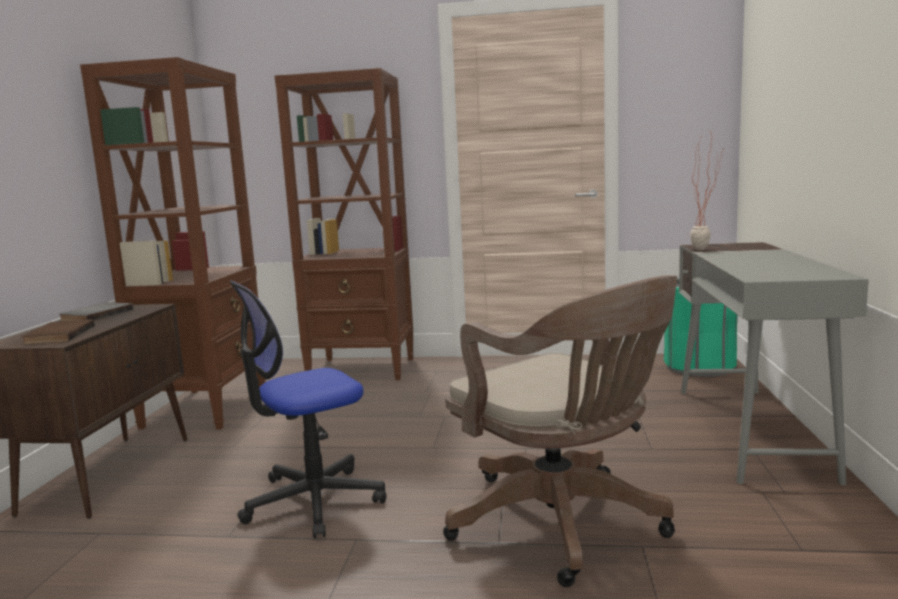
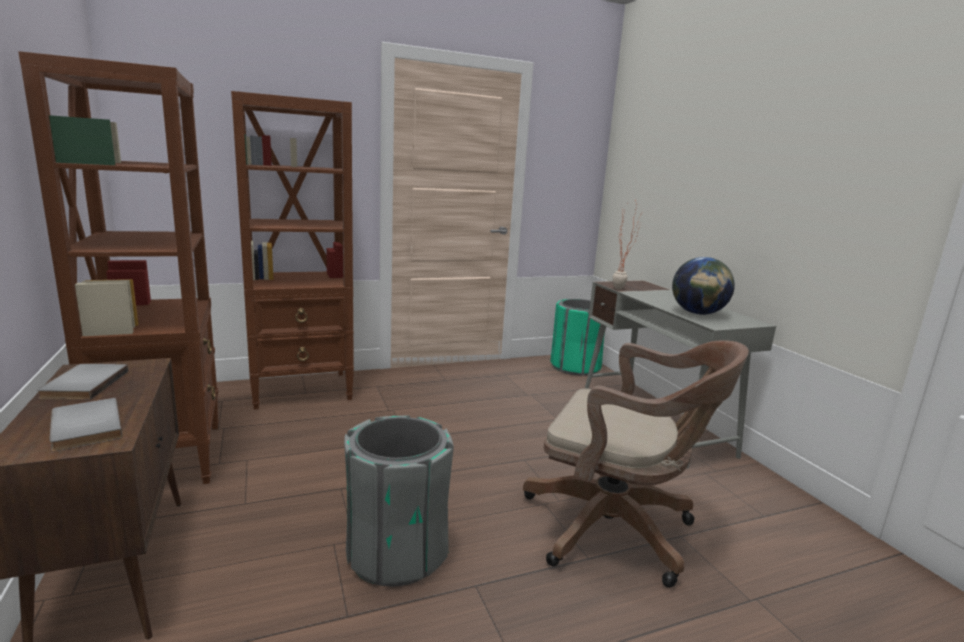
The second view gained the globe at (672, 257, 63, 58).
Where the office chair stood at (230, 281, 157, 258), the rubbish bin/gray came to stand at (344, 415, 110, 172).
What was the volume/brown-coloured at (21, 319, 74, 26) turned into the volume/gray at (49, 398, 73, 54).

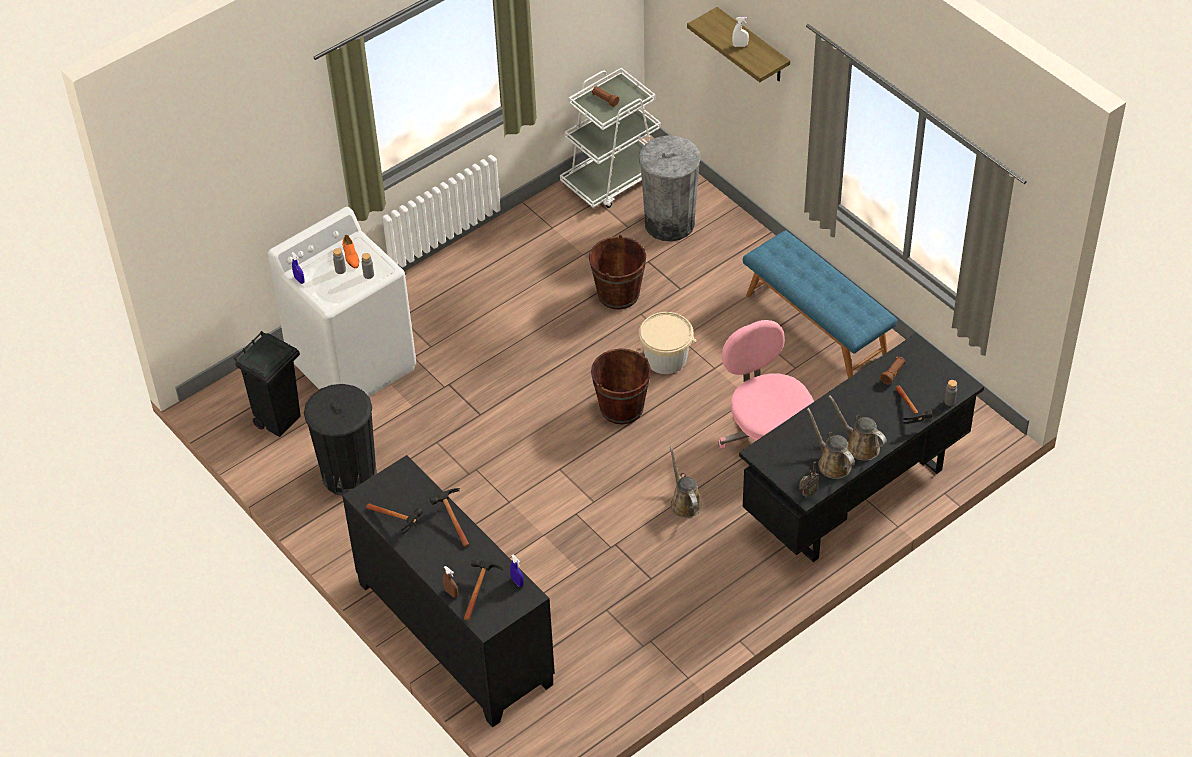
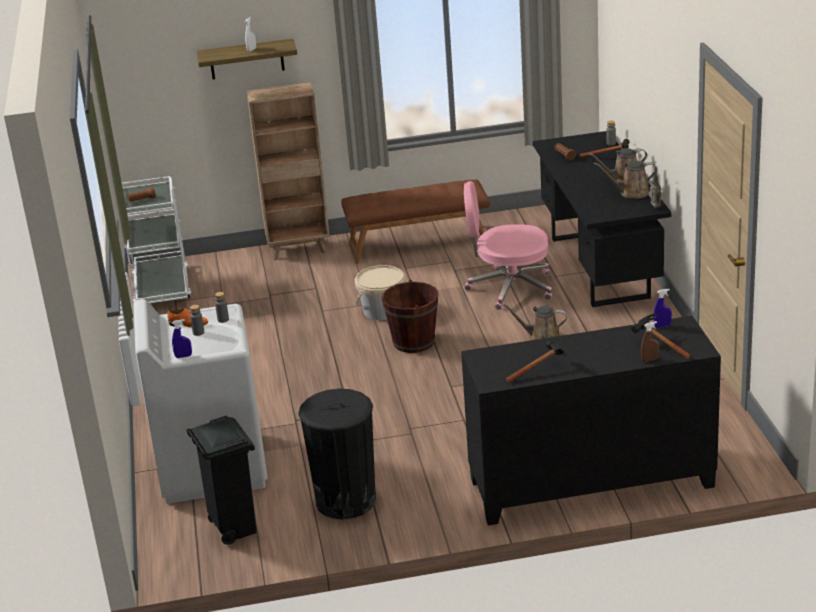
The second view lost the hammer at (430, 488, 39, 59).
The second view lost the pail/brown-coloured at (589, 235, 57, 74).
The second view lost the rubbish bin/gray at (639, 135, 62, 107).
The second view gained the bookcase/brown-coloured at (246, 82, 84, 179).
What was the long seat/blue at (743, 230, 154, 149) turned into the long seat/brown-coloured at (341, 179, 149, 85).

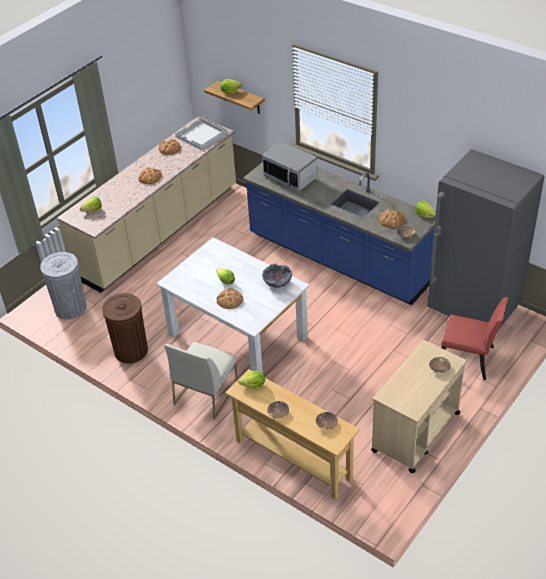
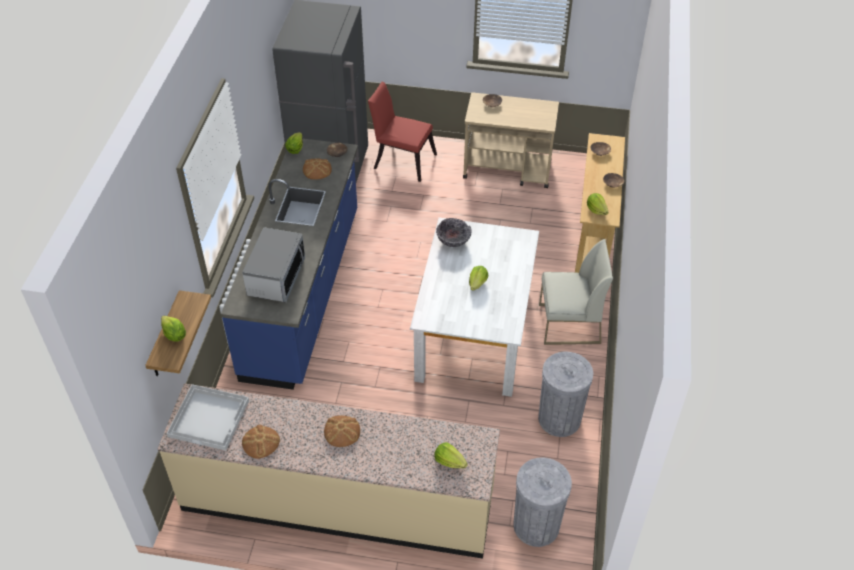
The second view lost the bread at (216, 287, 27, 22).
What was the rubbish bin/brown-coloured at (102, 293, 46, 71) turned into the rubbish bin/gray at (538, 352, 55, 85).
The upright chair/red at (441, 297, 67, 83) ended up facing another way, 60 degrees counterclockwise from before.

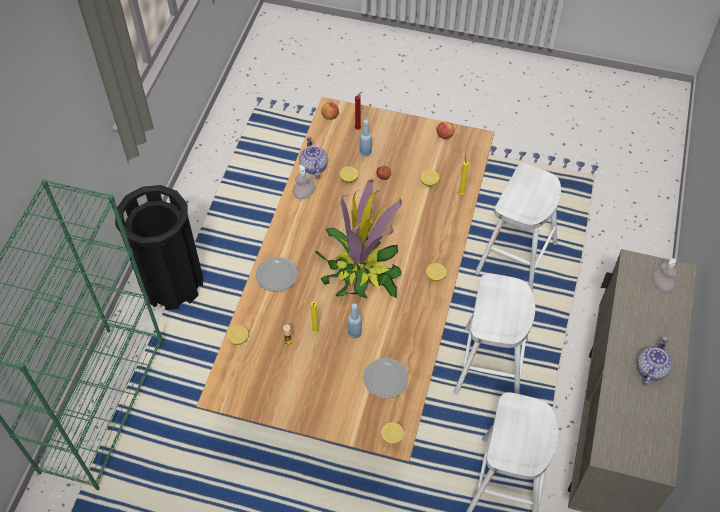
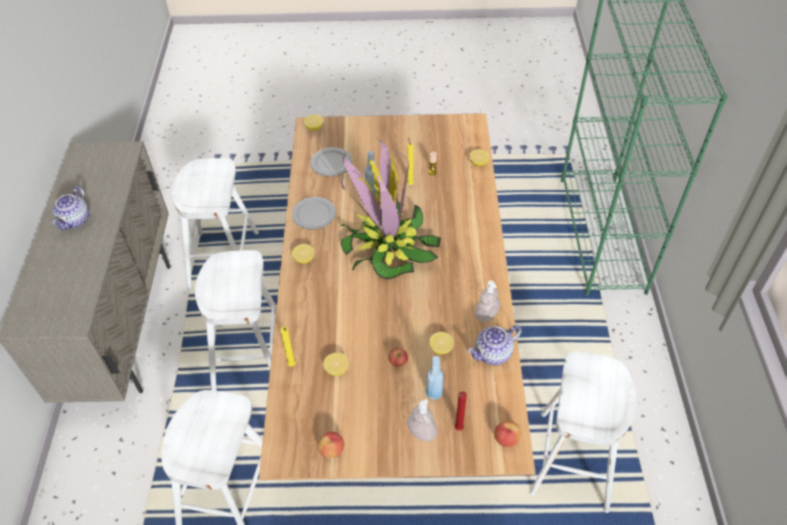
The second view lost the rubbish bin/blackish at (115, 185, 88, 125).
The second view gained the sitting stool/white-coloured at (529, 351, 107, 162).
The flat dish ended up elsewhere, having gone from (256, 257, 42, 35) to (292, 197, 44, 33).
The soap dispenser ended up elsewhere, having gone from (652, 258, 25, 34) to (407, 399, 31, 42).
The tea pot at (299, 136, 29, 42) ended up facing another way, 90 degrees clockwise from before.

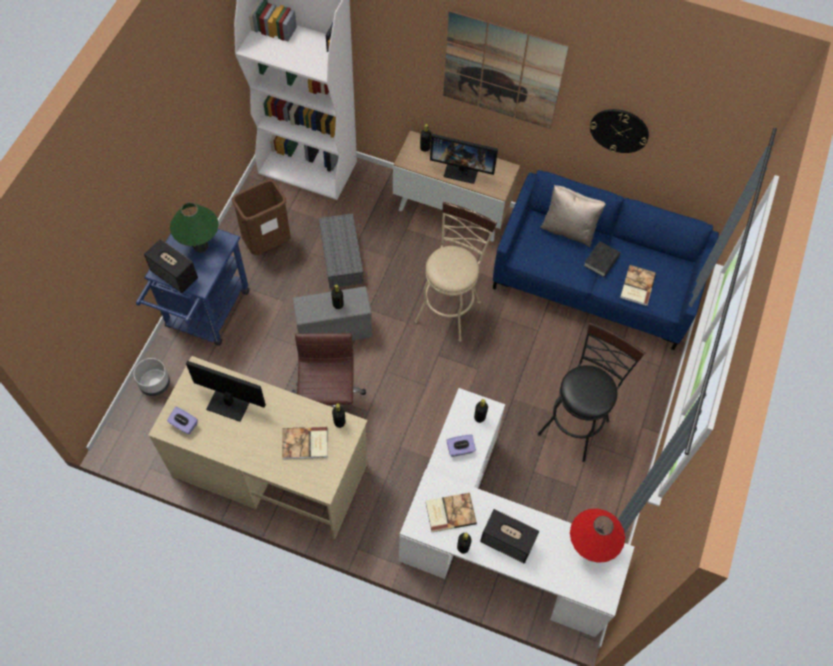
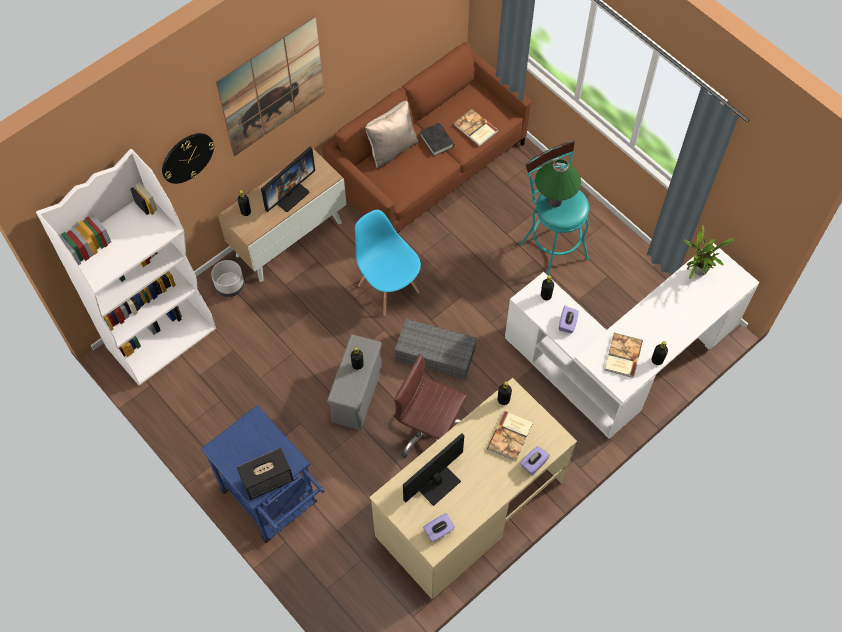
The second view lost the rubbish bin/brown-coloured at (232, 180, 59, 75).
The second view lost the speaker at (480, 509, 59, 55).
The second view gained the tissue holder/purplish at (520, 446, 30, 29).
The plant pot/gray ended up elsewhere, having gone from (133, 358, 37, 38) to (211, 260, 34, 37).
The lamp for a table/greenish ended up elsewhere, having gone from (170, 202, 49, 51) to (535, 159, 46, 48).
The storage bin/gray ended up elsewhere, having gone from (319, 214, 45, 74) to (395, 319, 82, 61).
The hanging clock ended up elsewhere, having gone from (590, 109, 59, 44) to (162, 133, 53, 51).
Where the sitting stool/beige-coloured stood at (415, 201, 82, 141), the upright chair/blue came to stand at (355, 210, 66, 106).
Where the lamp for a table/red stood at (570, 508, 55, 55), the potted plant came to stand at (683, 225, 51, 54).
What was the sofa/blue at (493, 170, 226, 180) turned into the sofa/brown-coloured at (322, 42, 209, 191).
What was the sitting stool/blackish at (538, 322, 107, 140) turned into the sitting stool/turquoise-coloured at (521, 140, 68, 135).

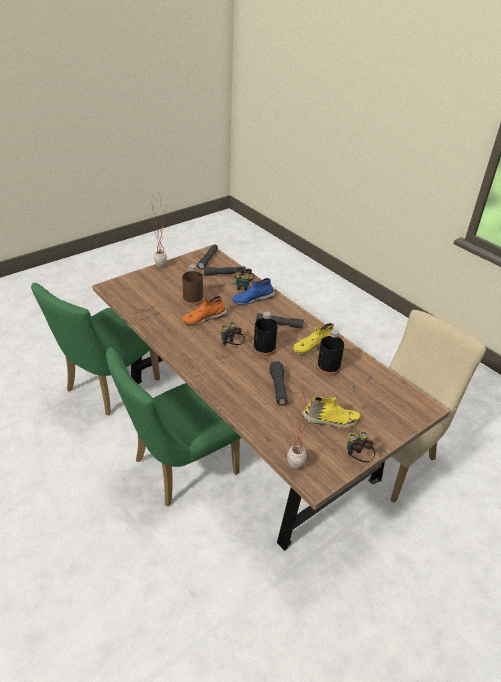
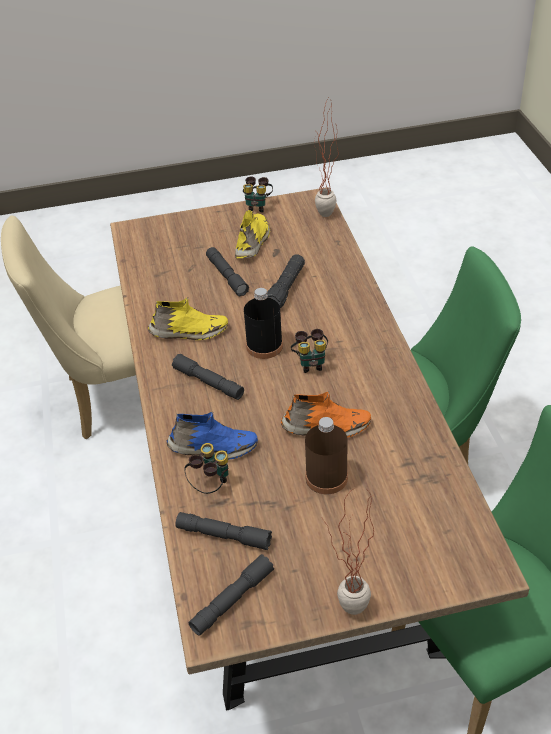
The second view lost the bottle/blackish at (317, 330, 27, 46).
The second view gained the torch/gray at (206, 247, 43, 49).
The item of footwear/yellow at (302, 396, 58, 32) ended up facing another way, 75 degrees clockwise from before.

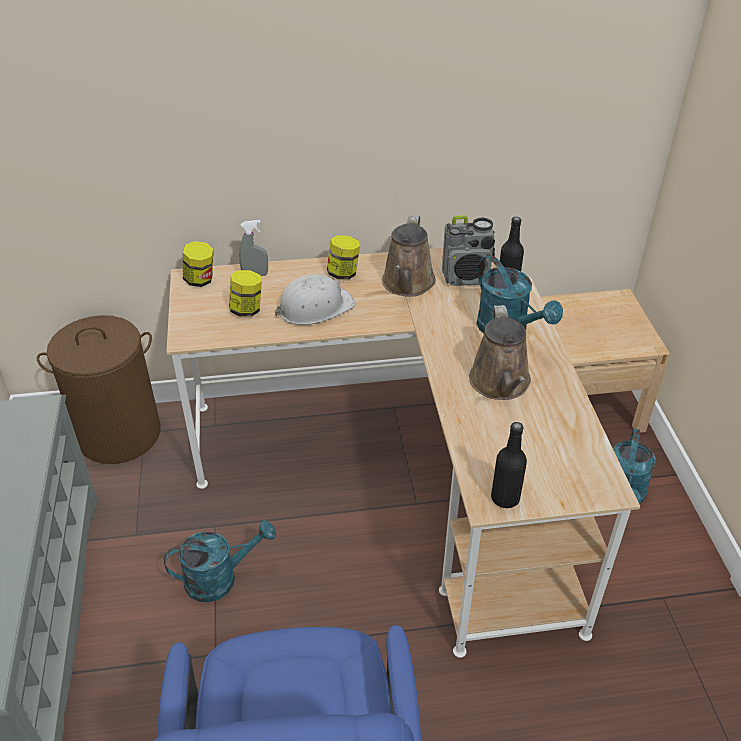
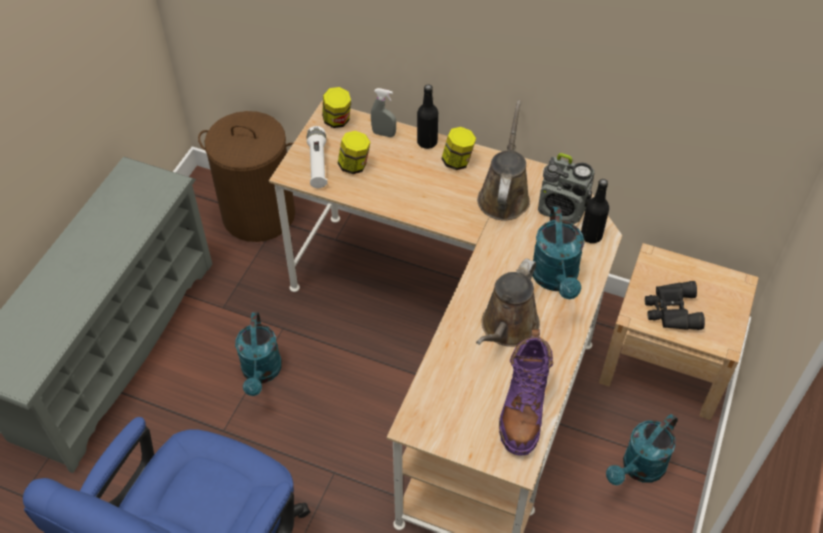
The second view lost the safety helmet/white-coloured at (275, 274, 80, 51).
The second view gained the torch/white-coloured at (307, 126, 21, 62).
The second view gained the high-top boot/purplish at (499, 329, 54, 127).
The second view gained the binoculars/blackish at (645, 281, 60, 49).
The bottle/blackish ended up elsewhere, having gone from (491, 422, 36, 86) to (417, 85, 21, 64).
The sprinkling can/turquoise-coloured at (164, 520, 112, 82) ended up facing another way, 75 degrees clockwise from before.
The sprinkling can/brown-coloured at (382, 215, 54, 82) ended up facing another way, 150 degrees clockwise from before.

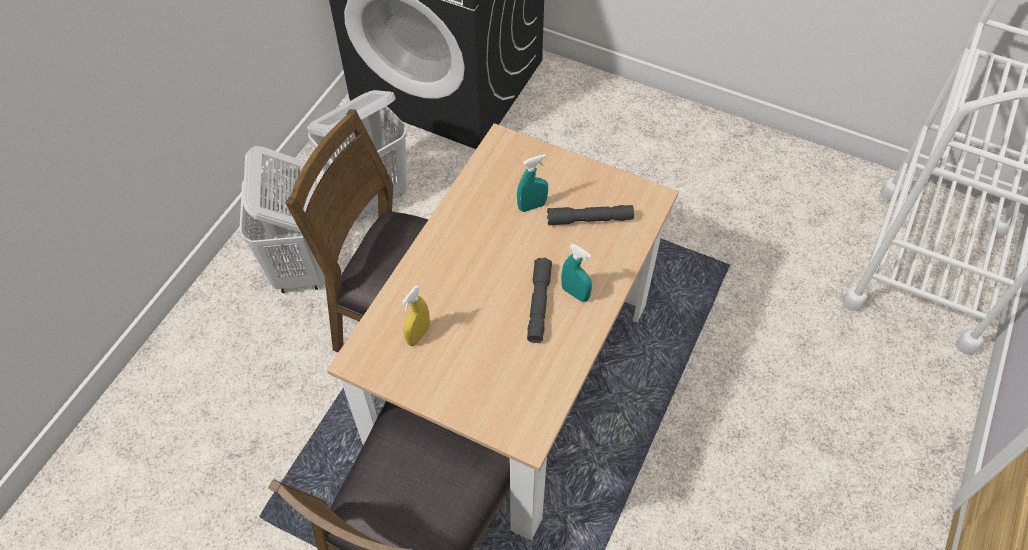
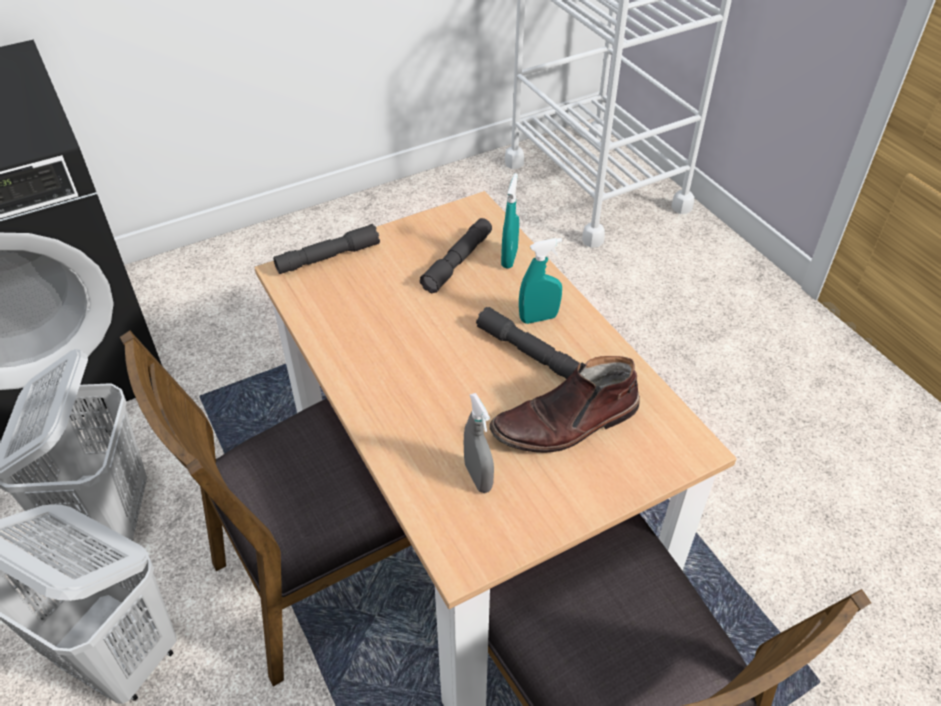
The second view gained the torch/gray at (273, 224, 107, 50).
The second view gained the high-top boot/brown-coloured at (489, 356, 151, 97).
The spray bottle/turquoise-coloured ended up elsewhere, having gone from (517, 154, 31, 58) to (501, 173, 18, 96).
What was the spray bottle/yellow at (402, 285, 28, 61) turned into the spray bottle/gray at (464, 393, 30, 100).

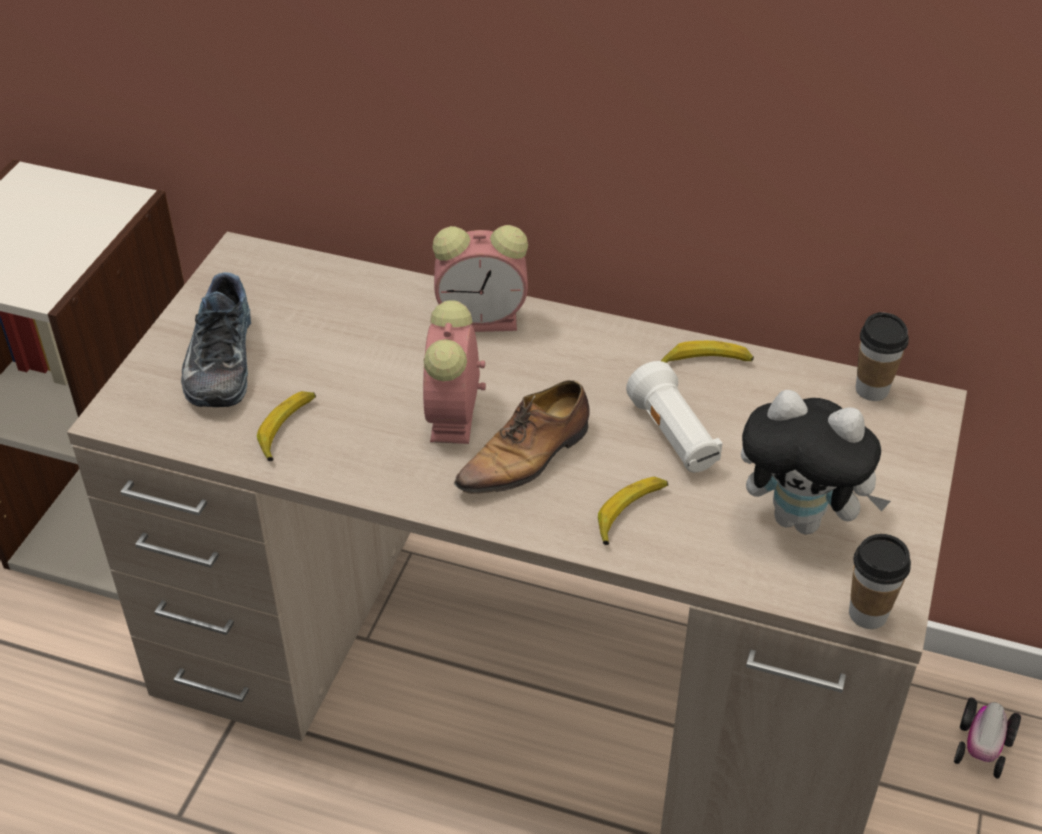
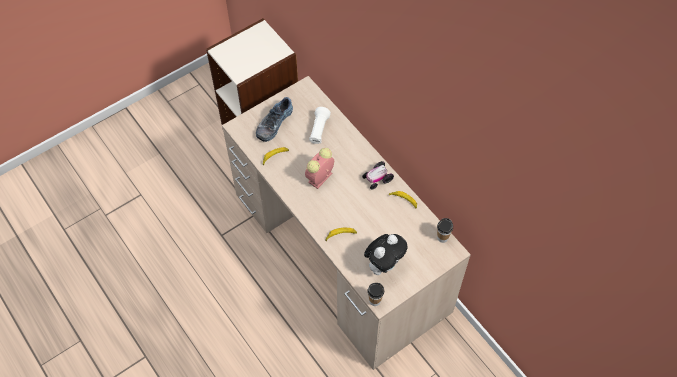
The second view lost the bedside clock at (432, 225, 96, 107).
The second view lost the item of footwear at (454, 380, 136, 122).
The torch/white-coloured ended up elsewhere, having gone from (626, 361, 97, 111) to (309, 107, 22, 37).
The toy car ended up elsewhere, having gone from (954, 697, 67, 82) to (362, 161, 32, 29).
The cuddly toy at (741, 390, 150, 144) ended up facing another way, 105 degrees counterclockwise from before.

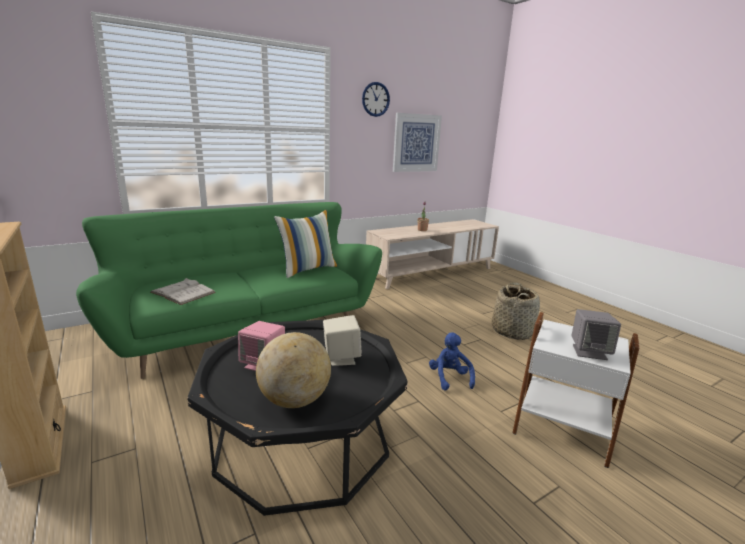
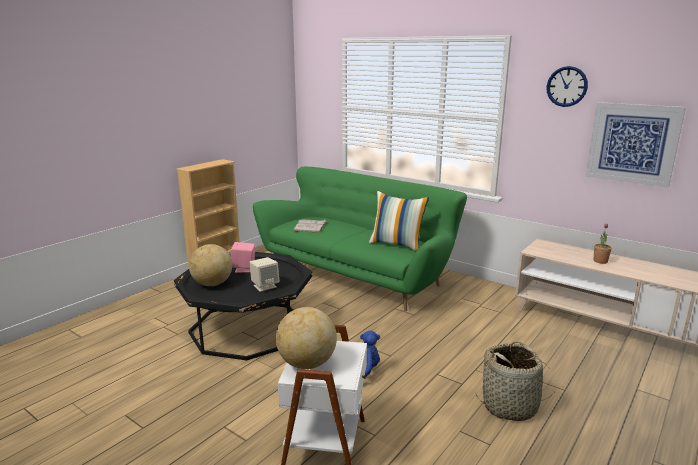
Where the speaker/gray stood at (571, 309, 50, 51), the globe came to stand at (276, 307, 61, 62).

